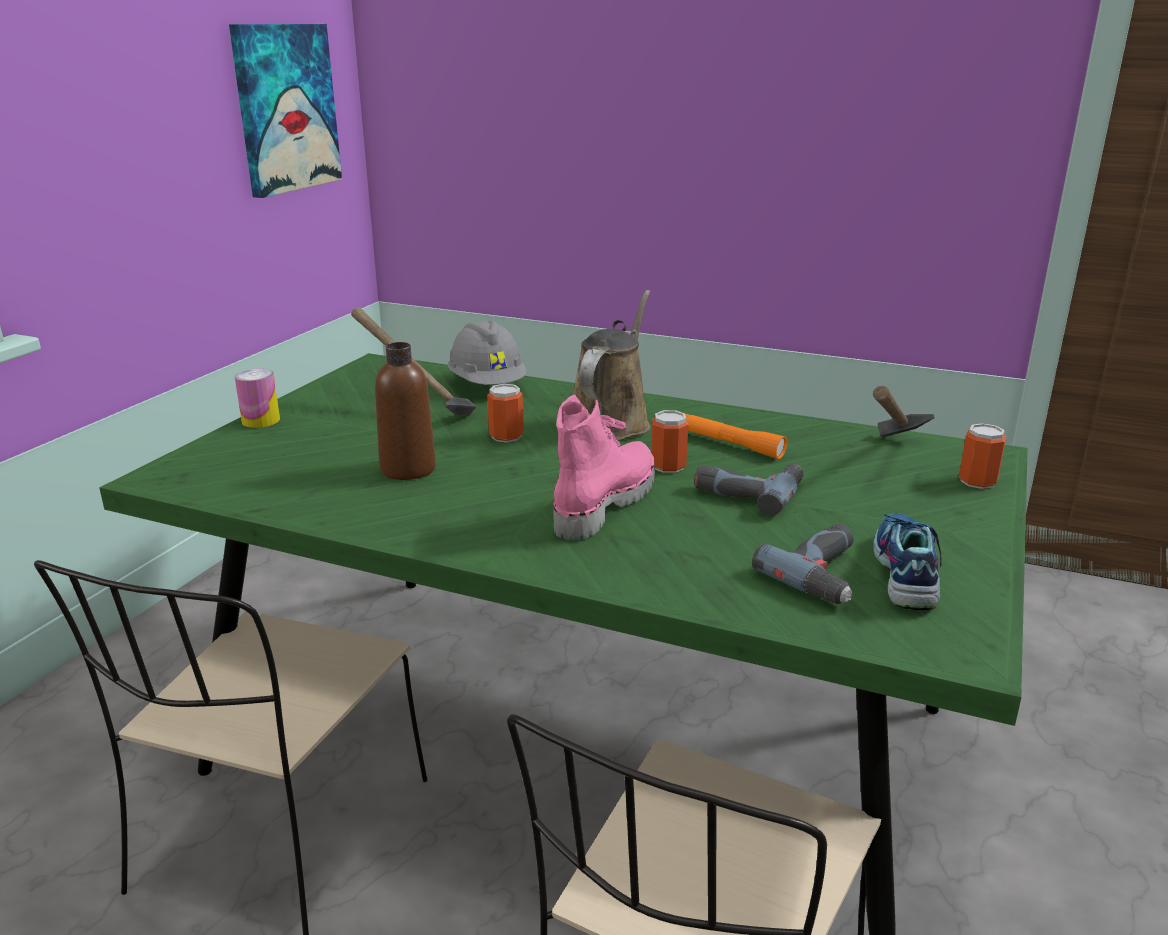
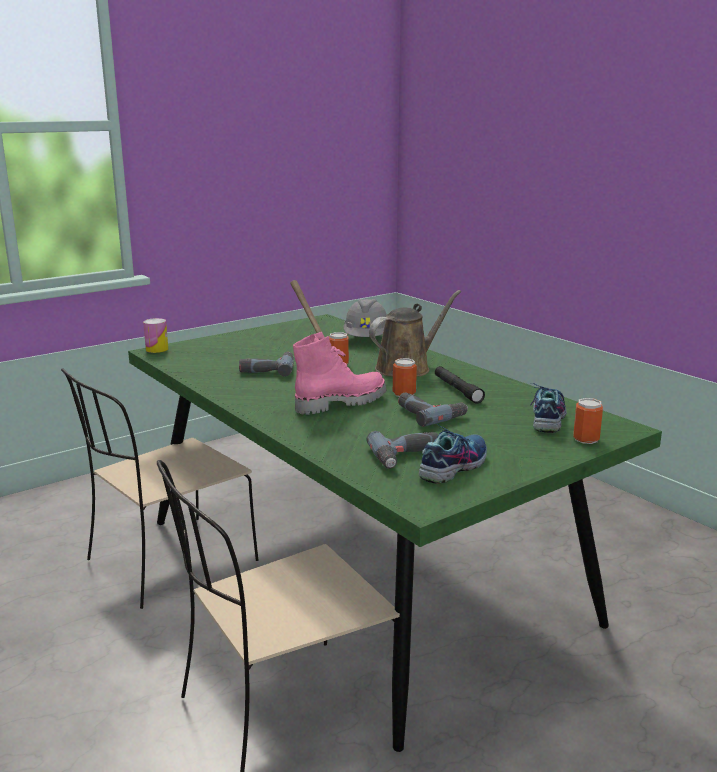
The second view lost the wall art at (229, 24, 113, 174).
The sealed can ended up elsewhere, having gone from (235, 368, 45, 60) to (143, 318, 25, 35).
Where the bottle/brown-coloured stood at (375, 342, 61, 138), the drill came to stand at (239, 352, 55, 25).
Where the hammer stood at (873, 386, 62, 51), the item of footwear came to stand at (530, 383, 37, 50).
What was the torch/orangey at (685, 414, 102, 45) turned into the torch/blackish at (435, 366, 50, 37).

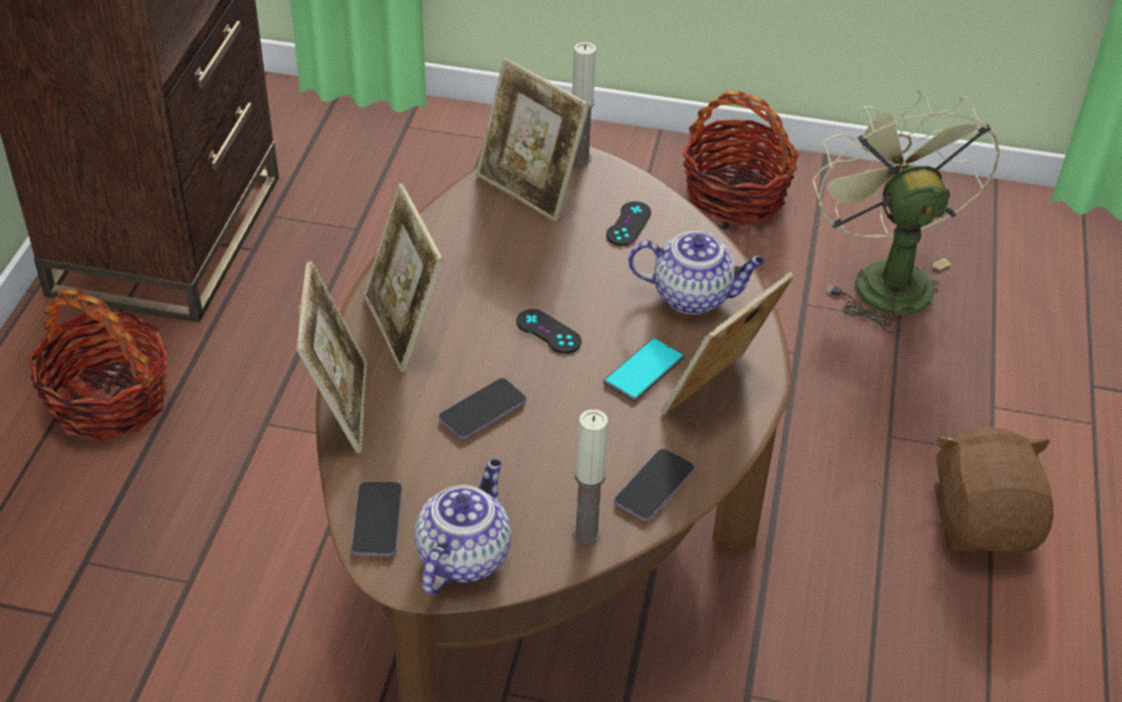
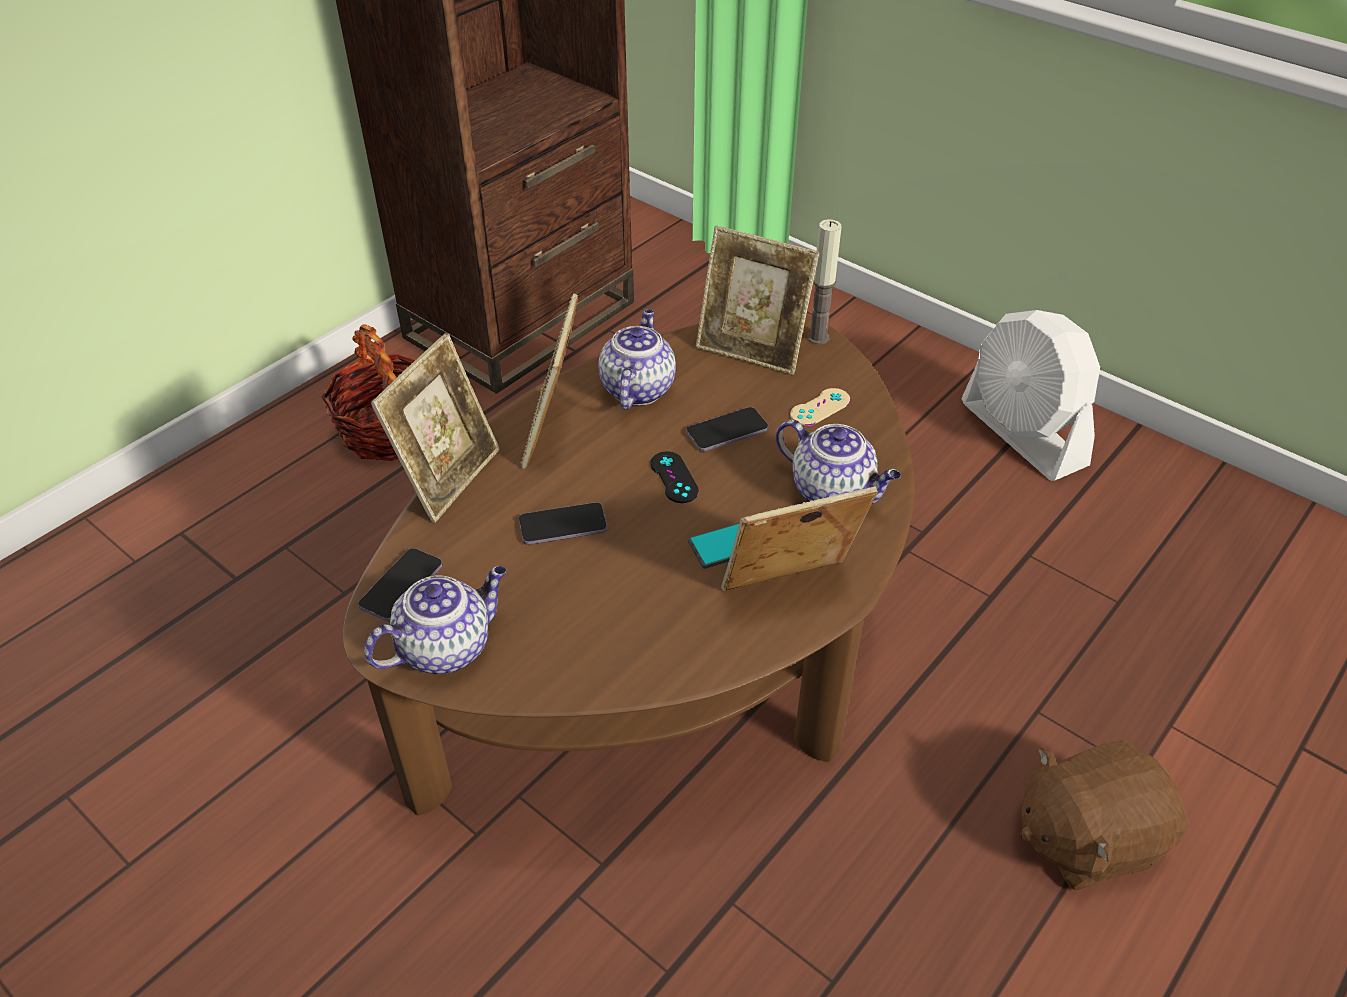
The second view lost the candle at (572, 409, 36, 136).
The second view lost the electric fan/greenish at (813, 90, 188, 244).
The second view gained the tea pot at (598, 309, 78, 100).
The handset ended up elsewhere, having gone from (614, 449, 81, 72) to (686, 407, 82, 44).
Where the basket stood at (683, 91, 116, 135), the electric fan/white-coloured came to stand at (961, 310, 139, 171).
What was the joypad/blackish at (606, 201, 45, 45) turned into the joypad/beige-coloured at (790, 388, 60, 38).
The picture frame at (476, 58, 114, 164) ended up facing another way, 45 degrees counterclockwise from before.
The cuddly toy/brown-coloured at (934, 427, 119, 126) ended up facing another way, 135 degrees counterclockwise from before.

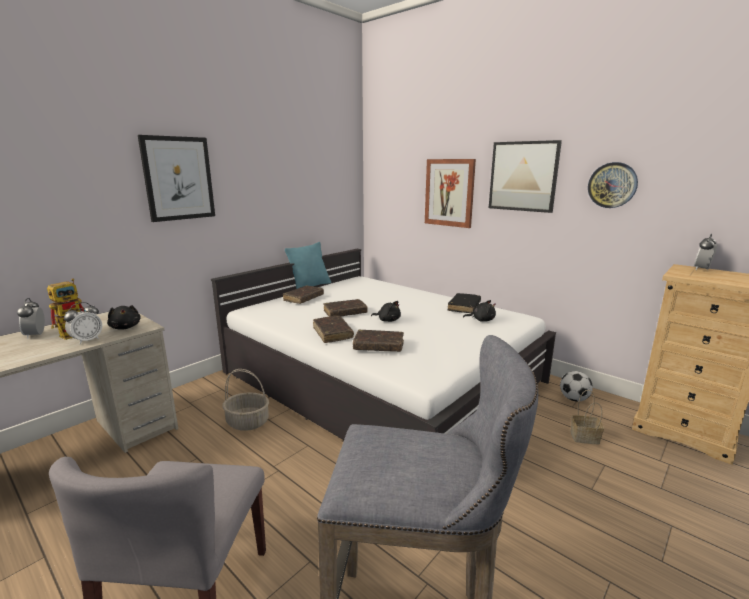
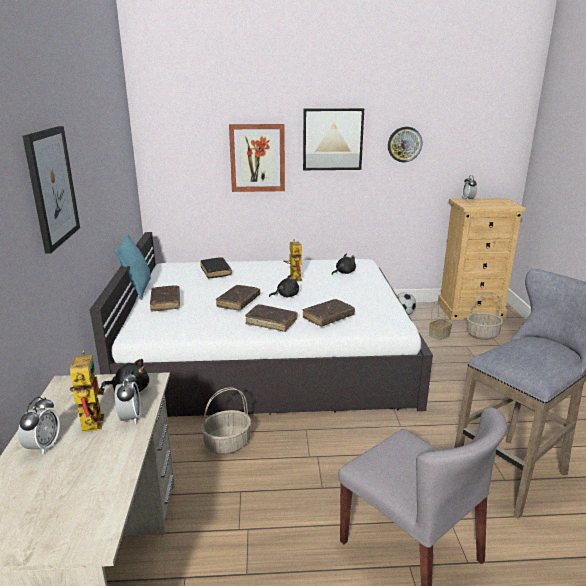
The second view gained the toy robot at (283, 239, 19, 42).
The second view gained the basket at (466, 292, 37, 48).
The volume/blackish ended up elsewhere, having gone from (448, 293, 33, 20) to (200, 258, 32, 21).
The bedside clock at (17, 298, 28, 41) ended up facing another way, 105 degrees counterclockwise from before.

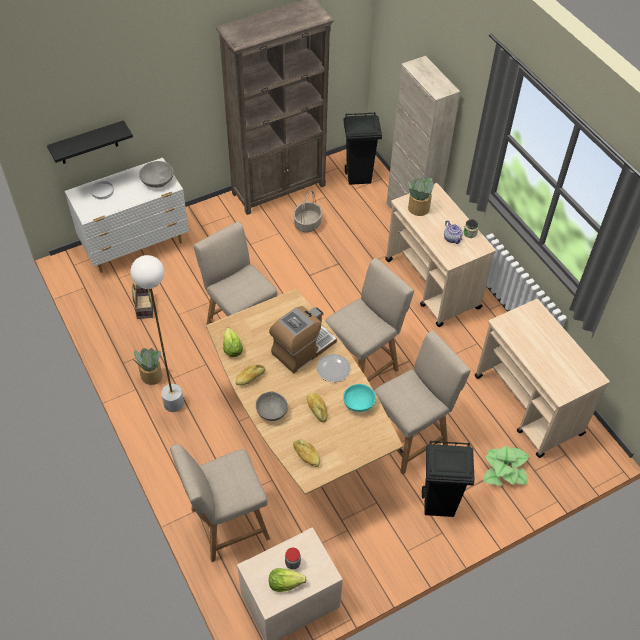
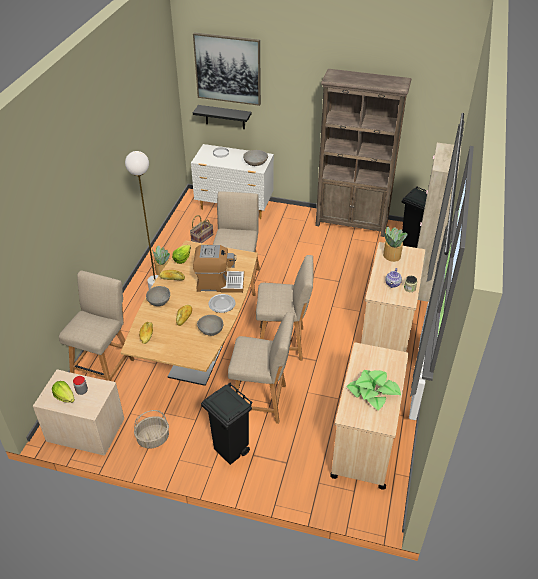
The second view gained the wall art at (193, 33, 68, 73).
The basket ended up elsewhere, having gone from (293, 191, 29, 42) to (134, 410, 35, 38).
The potted plant ended up elsewhere, having gone from (483, 446, 46, 40) to (347, 370, 54, 40).
What was the bowl/turquoise-coloured at (343, 384, 33, 28) turned into the bowl/gray at (197, 315, 26, 21).
The upright chair/beige-coloured at (170, 444, 100, 118) ended up facing another way, 90 degrees clockwise from before.

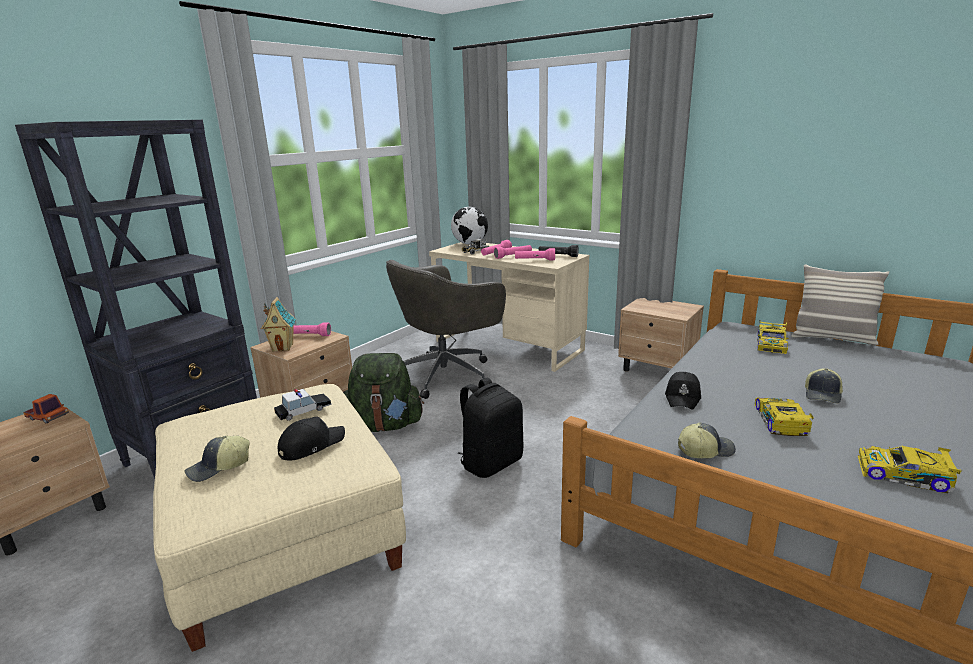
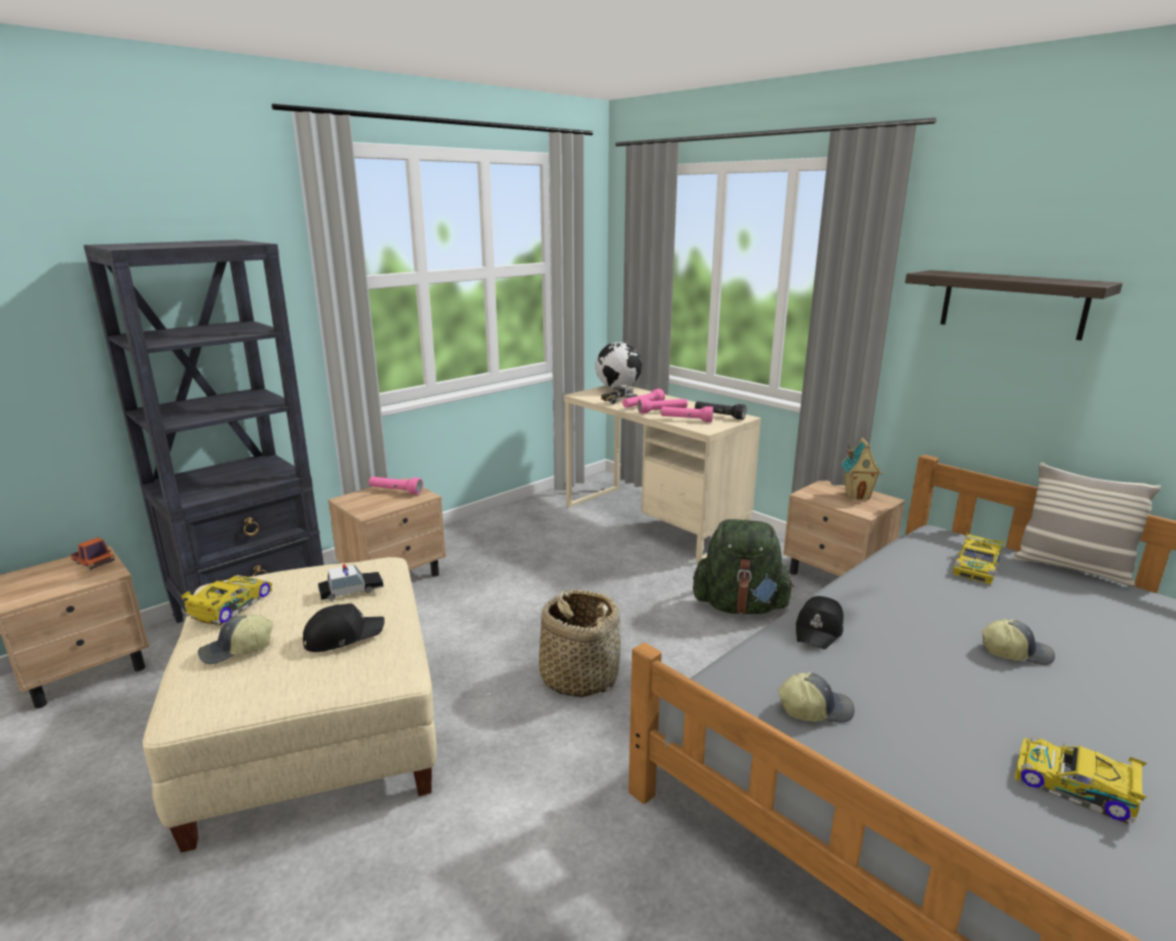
The second view lost the office chair/gray at (386, 260, 120, 139).
The second view gained the shelf at (905, 270, 218, 70).
The miniature house ended up elsewhere, having gone from (261, 297, 35, 55) to (841, 438, 41, 62).
The rucksack/greenish ended up elsewhere, having gone from (344, 353, 80, 79) to (693, 519, 102, 95).
The toy car ended up elsewhere, having gone from (755, 397, 59, 39) to (181, 575, 92, 50).
Where the rucksack/blackish stood at (457, 378, 66, 100), the basket came to stand at (539, 589, 82, 108).
The peaked cap at (805, 368, 38, 36) ended up facing another way, 120 degrees counterclockwise from before.

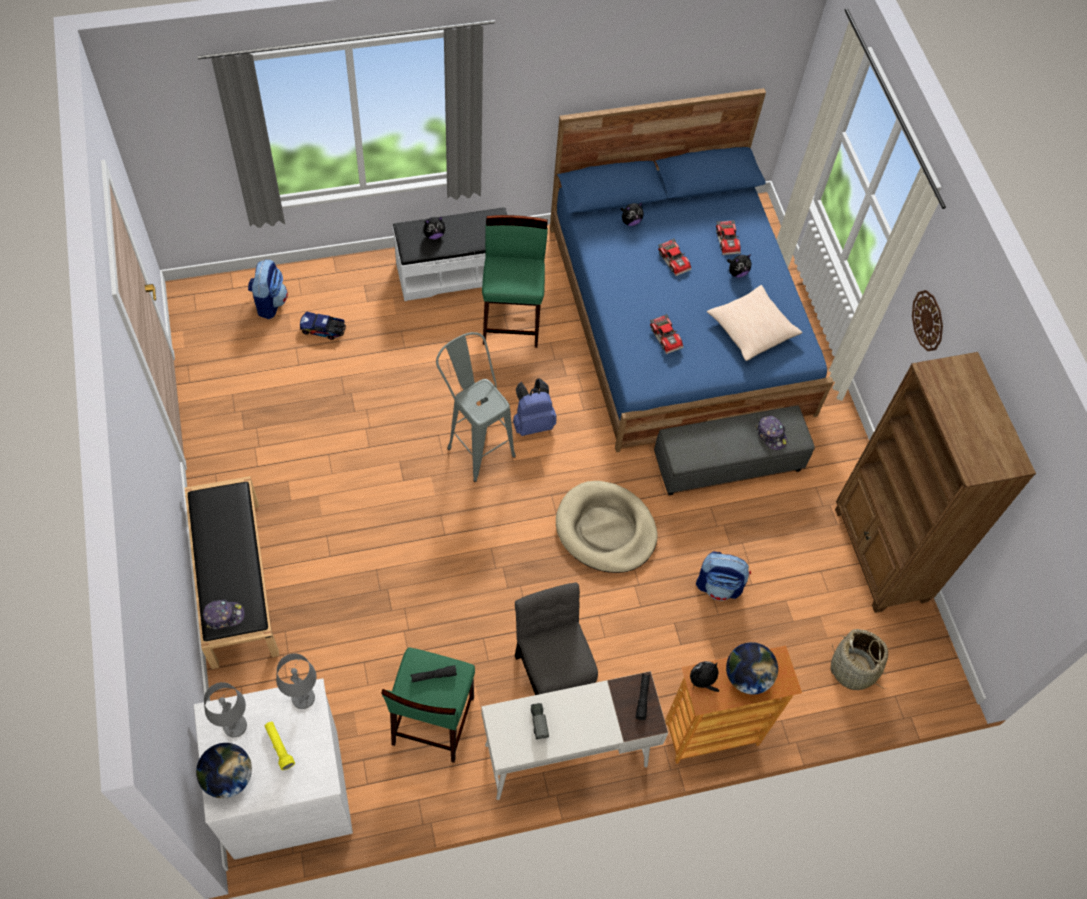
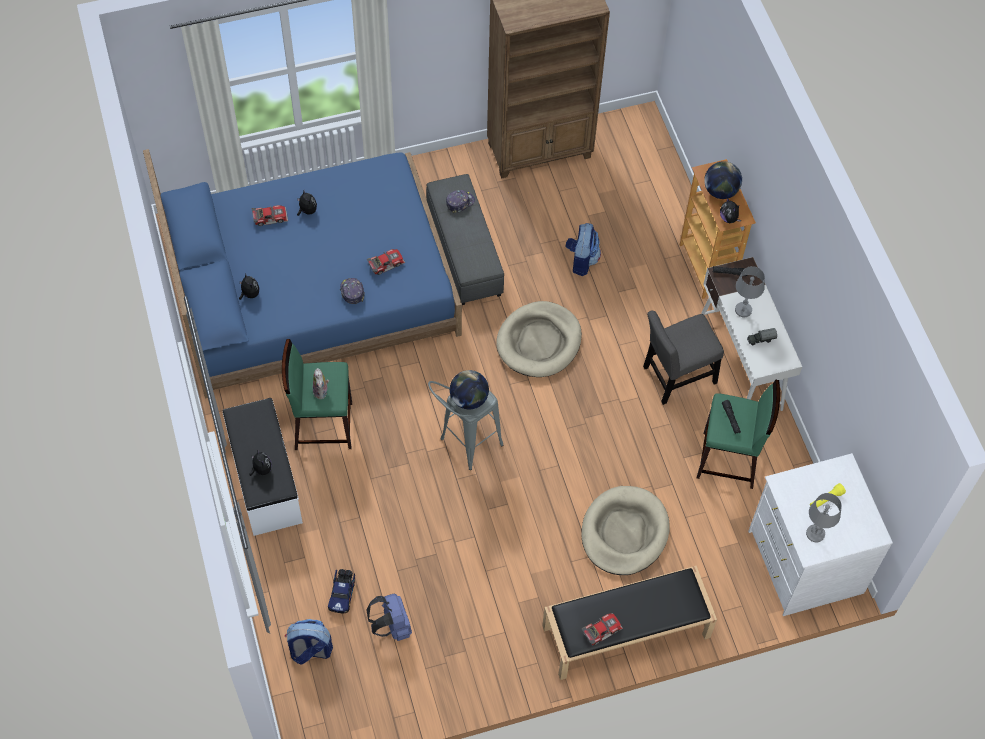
The second view lost the cushion/beige-coloured at (707, 285, 96, 76).
The second view lost the basket at (831, 629, 57, 61).
The second view lost the hanging clock at (912, 290, 31, 61).
The second view gained the cuddly toy at (313, 368, 16, 31).
The second view gained the dog bed/beige-coloured at (581, 486, 89, 89).
The globe ended up elsewhere, having gone from (196, 743, 56, 55) to (450, 370, 39, 39).
The peaked cap ended up elsewhere, having gone from (203, 599, 42, 30) to (340, 278, 25, 26).
The lamp for a table/gray ended up elsewhere, having gone from (276, 653, 40, 56) to (735, 266, 30, 51).
The rucksack/blue ended up elsewhere, having gone from (513, 378, 44, 58) to (366, 593, 46, 48).
The toy car ended up elsewhere, having gone from (658, 239, 34, 37) to (581, 613, 42, 32).

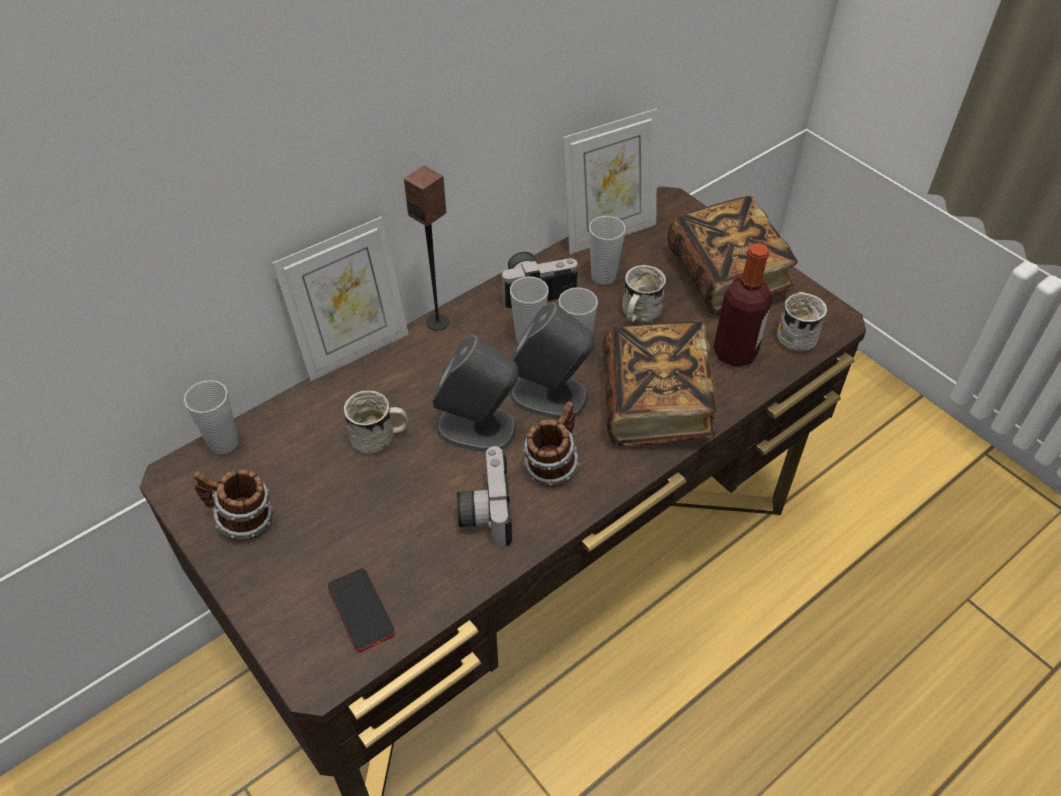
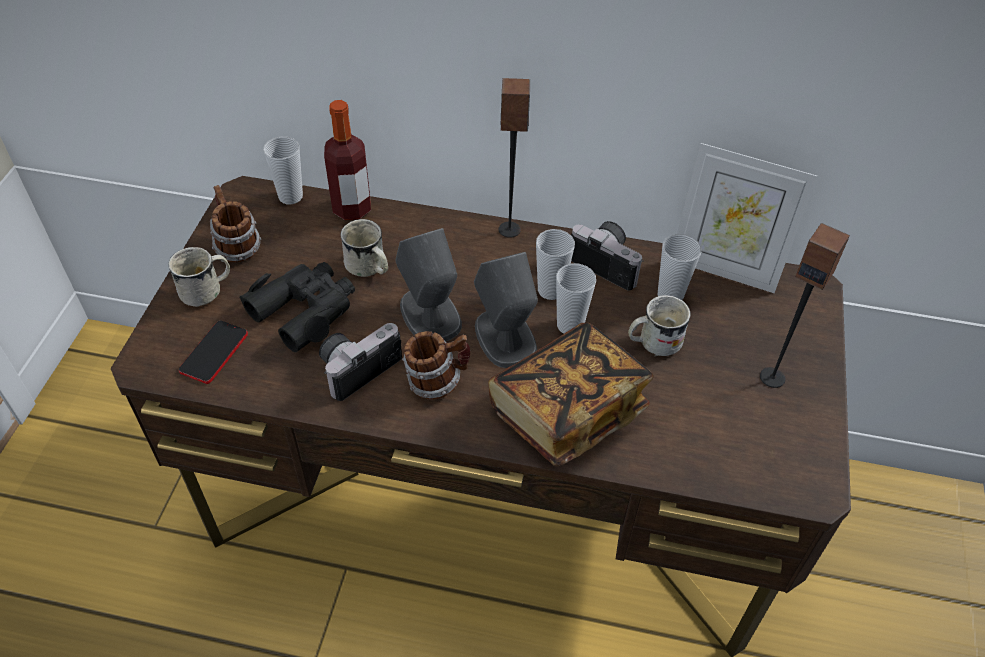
The second view lost the picture frame at (273, 216, 136, 165).
The second view gained the binoculars/blackish at (239, 262, 116, 90).
The bottle ended up elsewhere, having gone from (713, 243, 59, 124) to (324, 100, 47, 120).
The tea mug/white-coloured ended up elsewhere, having gone from (777, 292, 50, 60) to (168, 247, 62, 60).
Where the volume stood at (668, 196, 130, 119), the speaker came to stand at (760, 223, 90, 165).

